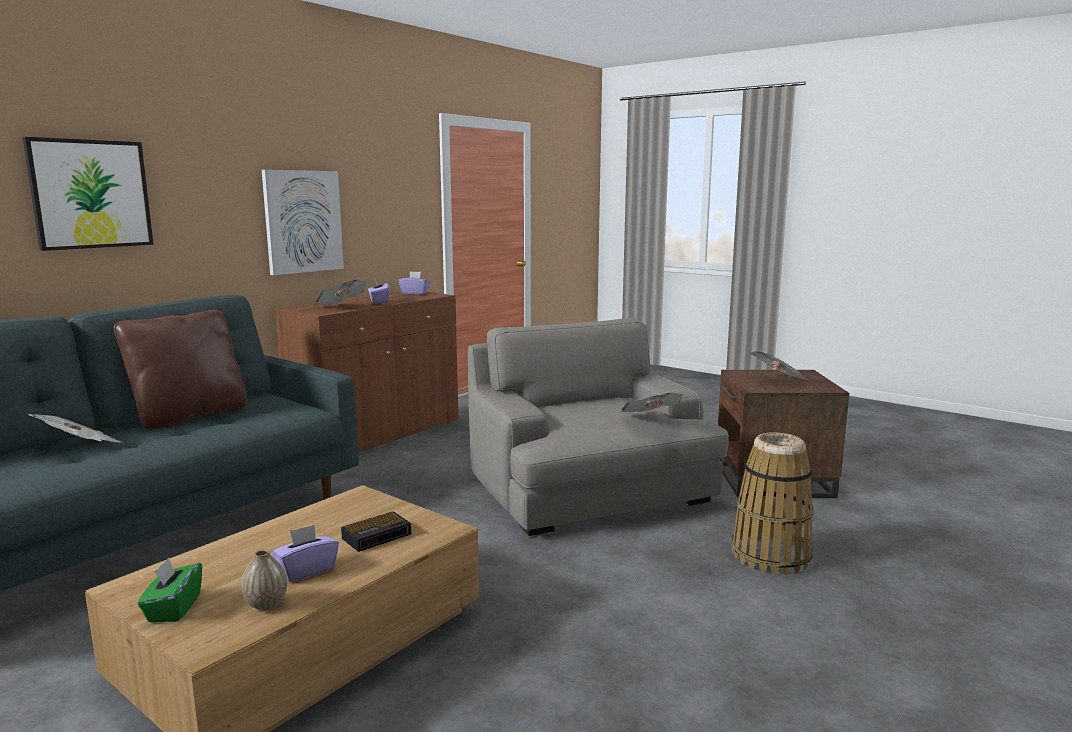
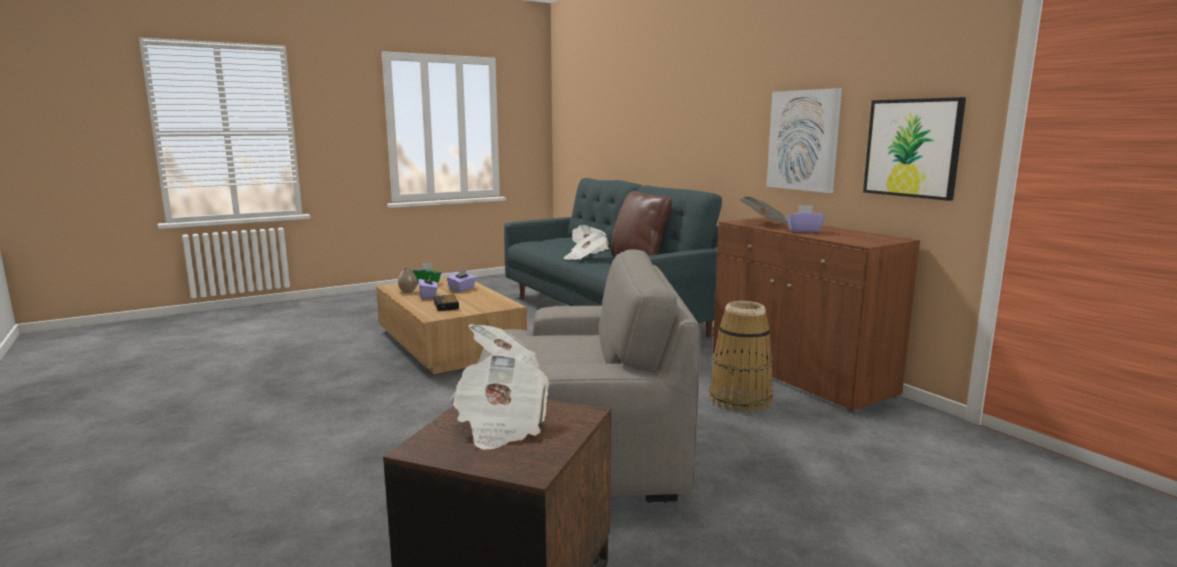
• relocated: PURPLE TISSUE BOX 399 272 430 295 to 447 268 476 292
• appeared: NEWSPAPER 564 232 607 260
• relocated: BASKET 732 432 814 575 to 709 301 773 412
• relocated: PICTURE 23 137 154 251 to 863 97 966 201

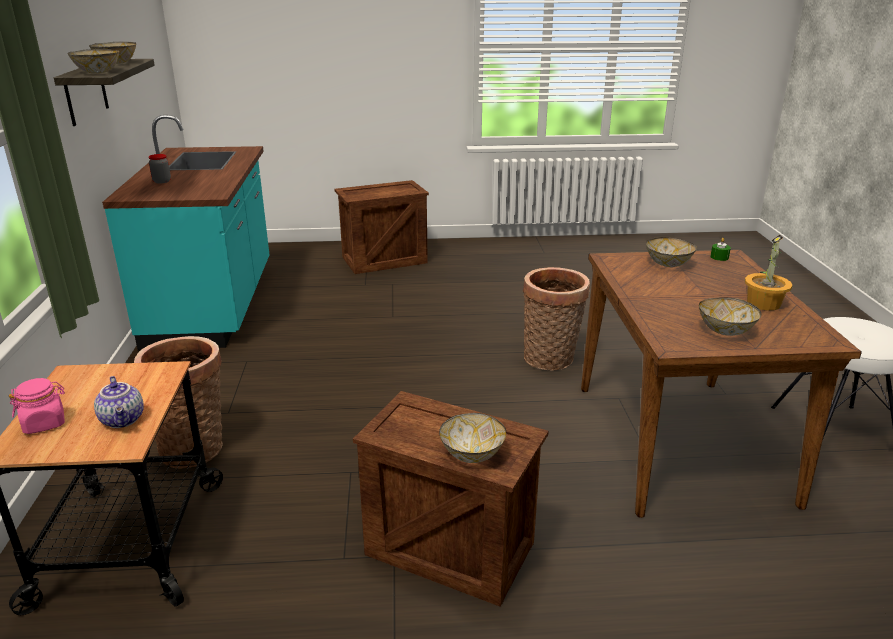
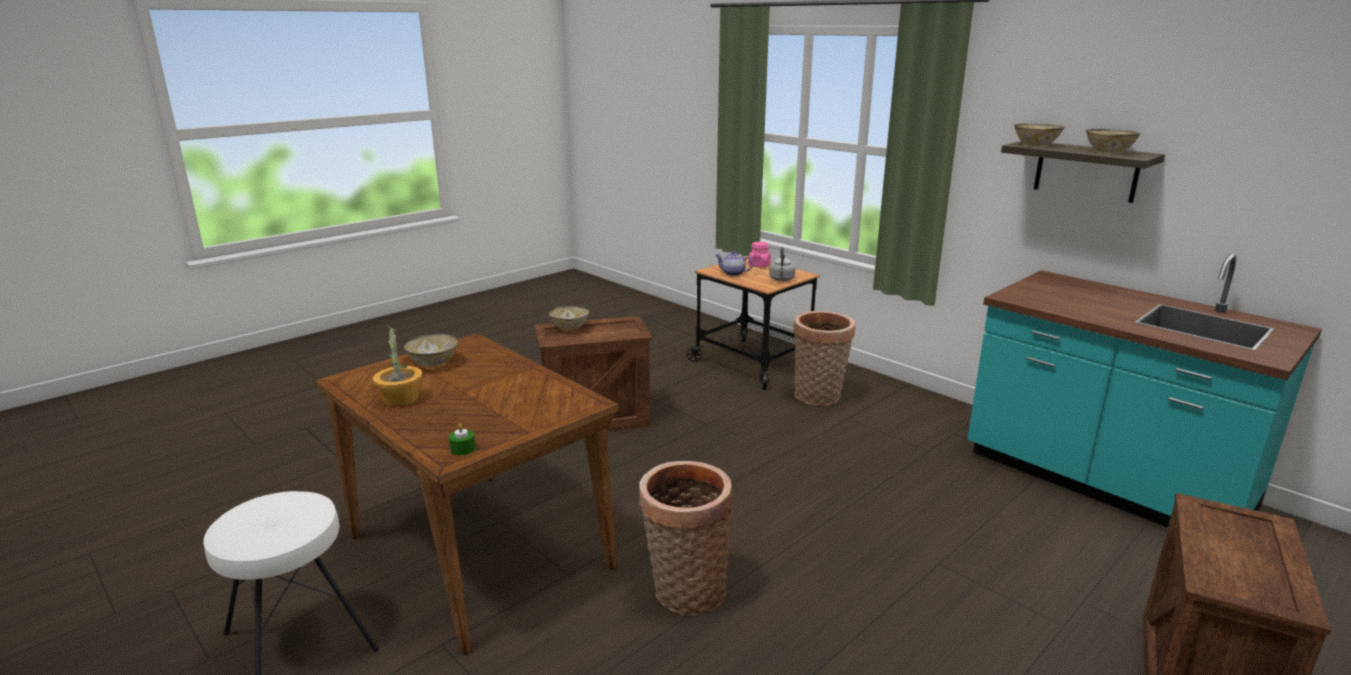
• appeared: GREY KETTLE 769 247 796 281
• missing: JAR 148 154 171 184
• missing: BOWL 646 237 697 267

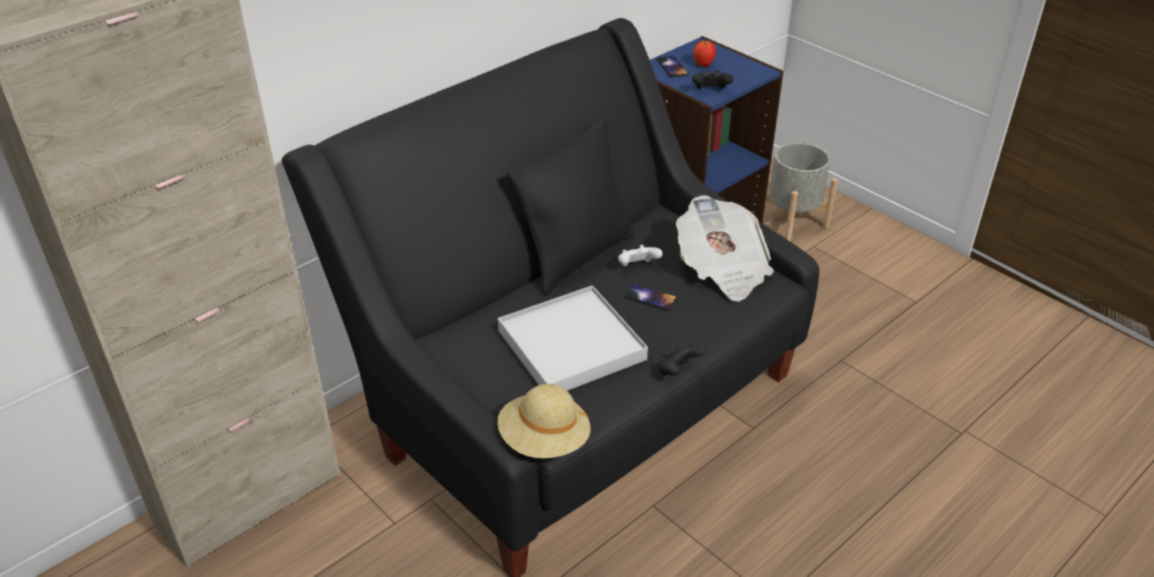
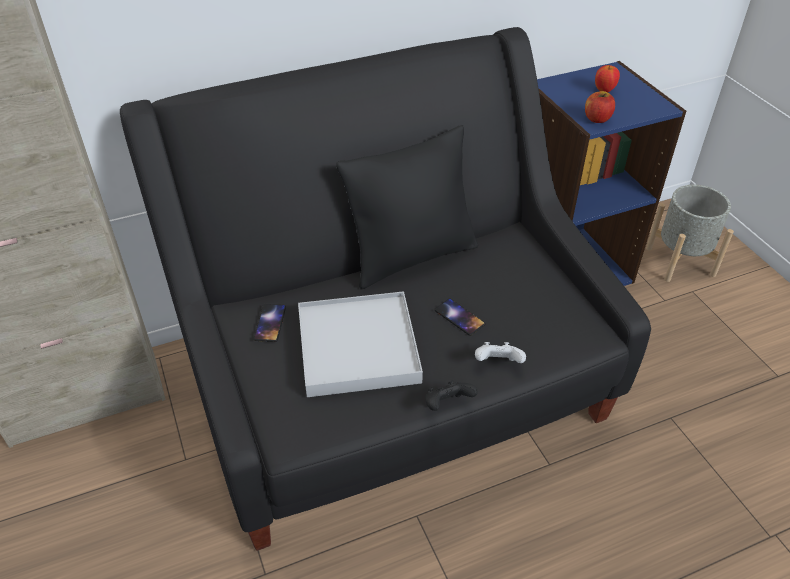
• relocated: PHONE 657 56 688 78 to 253 304 286 342
• relocated: WHITE GAME CONTROLLER 618 245 662 266 to 475 342 526 363
• exchanged: BLACK GAME CONTROLLER 692 70 734 89 to APPLE 585 91 615 123
• missing: BEIGE HAT 497 384 590 458
• missing: NEWSPAPER 676 195 774 302

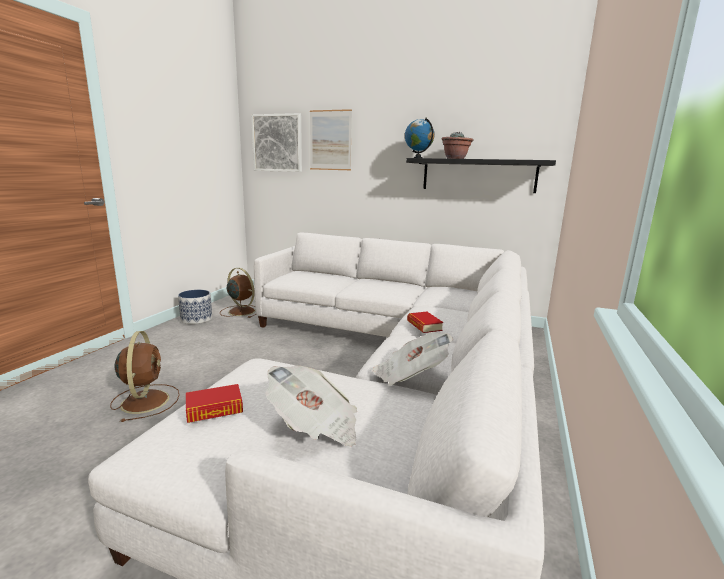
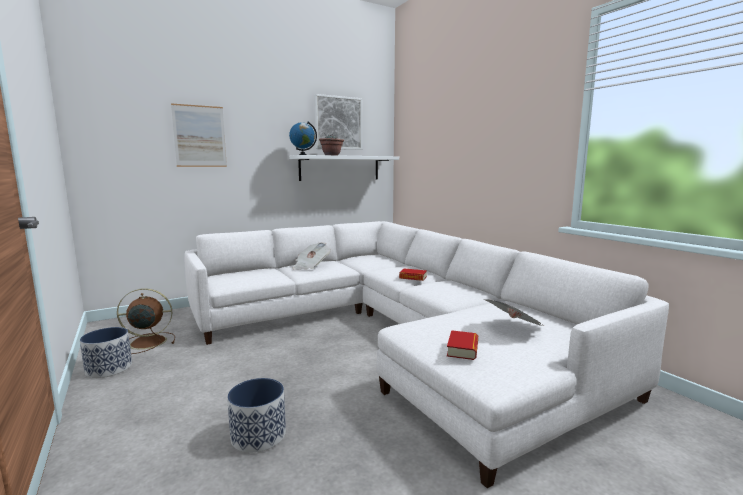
• exchanged: BROWN FAN 110 331 180 422 to PLANTER 227 378 286 453
• colour: BLACK SHELF 406 158 556 193 to WHITE SHELF 289 155 399 181
• relocated: NEWSPAPER 372 332 453 386 to 293 242 331 270
• relocated: PICTURE 251 113 302 172 to 314 94 362 150

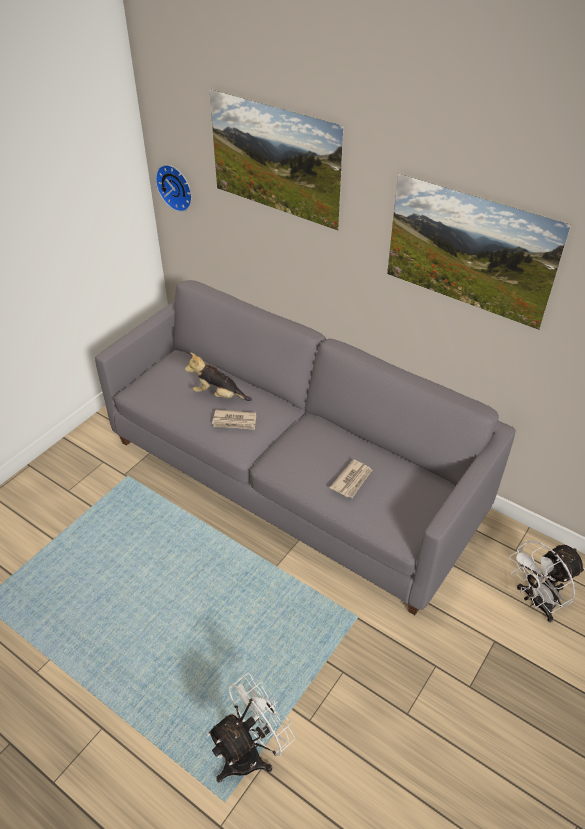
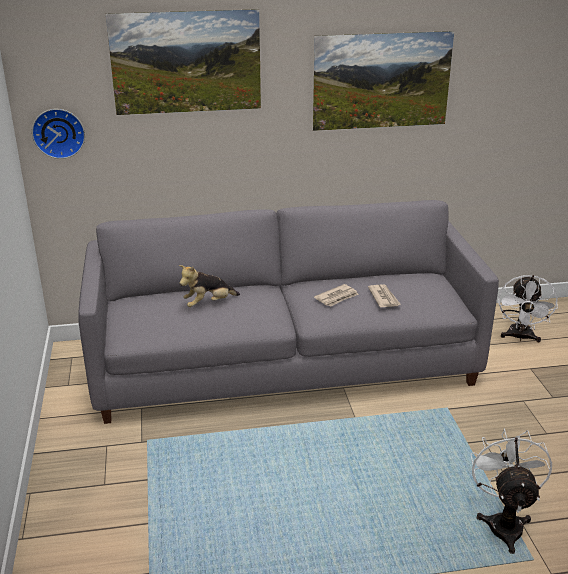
• relocated: NEWSPAPER 212 409 256 430 to 314 284 359 307

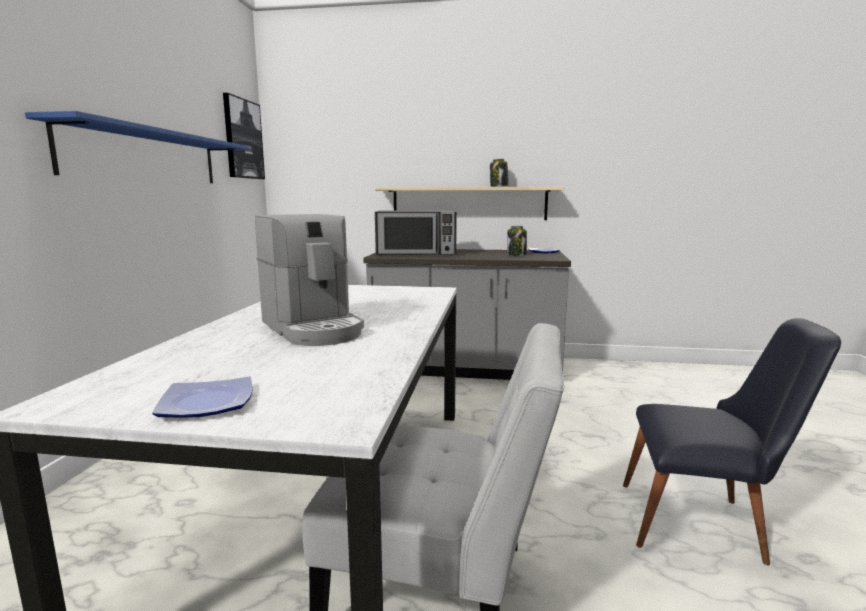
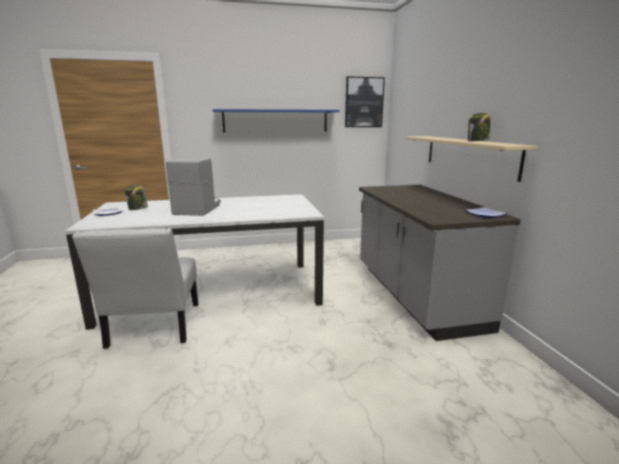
• relocated: JAR 507 226 527 256 to 125 185 148 210
• spun: COFFEE MACHINE 255 214 364 346 = 166 158 221 216 150 degrees clockwise
• missing: MICROWAVE 375 210 457 256
• missing: BLACK CHAIR 623 318 841 565

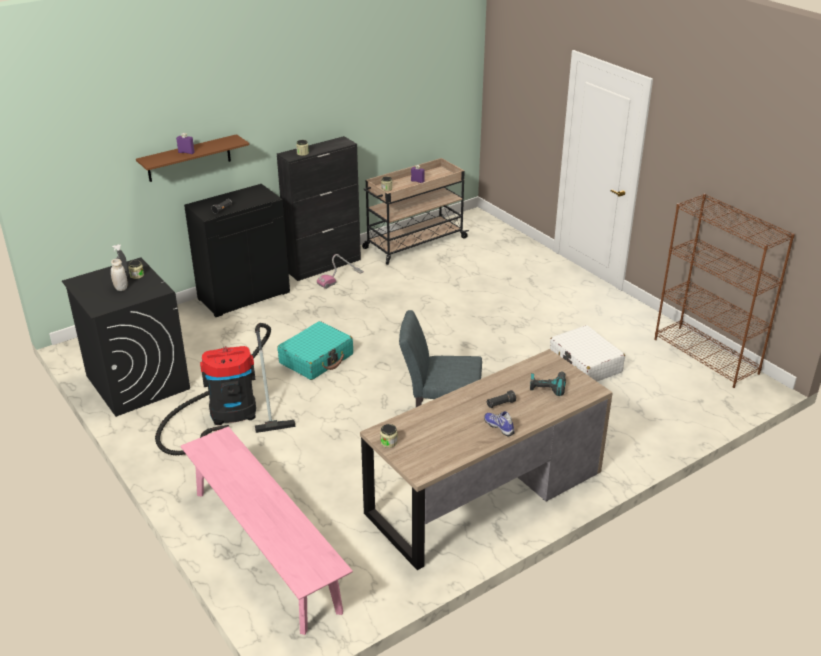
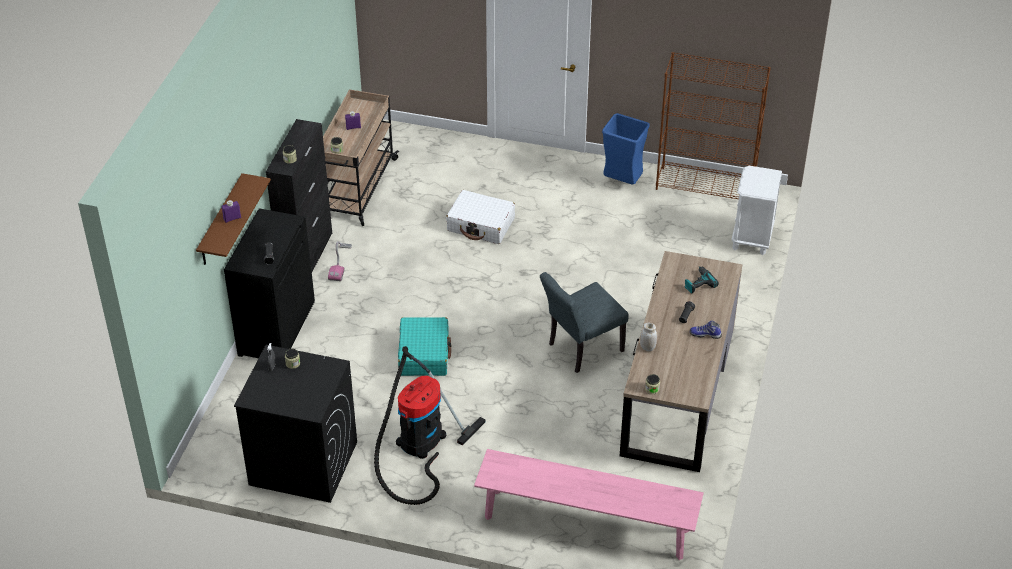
• relocated: WHITE SUITCASE 550 325 625 381 to 446 190 515 244
• appeared: BLUE TRASH CAN 602 113 650 184
• relocated: WHITE JAR 111 259 128 291 to 640 323 657 351
• appeared: WHITE NIGHTSTAND 731 166 782 255

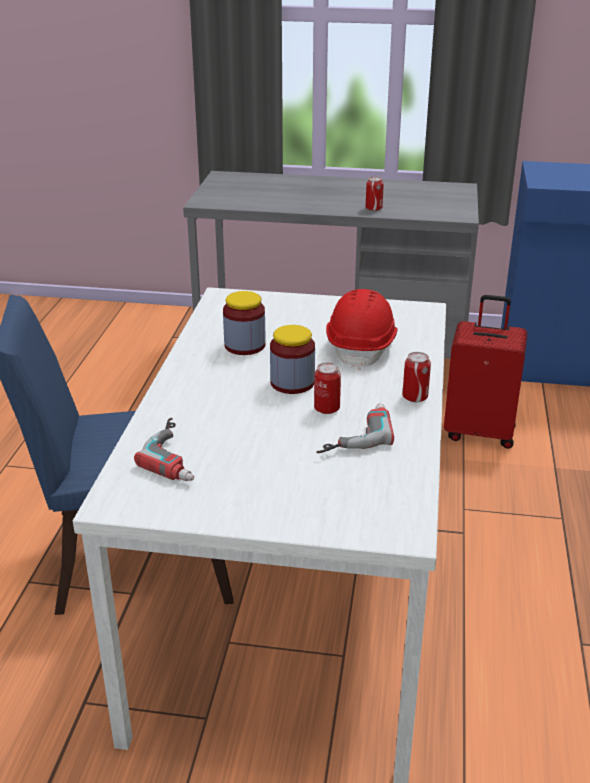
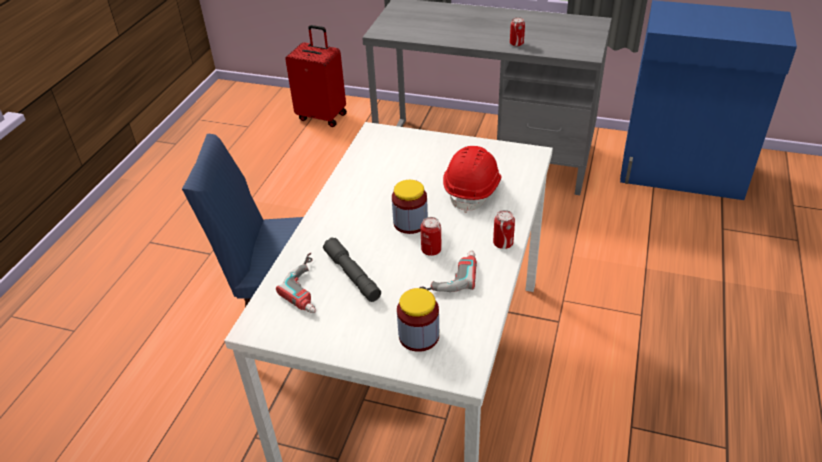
• relocated: RED SUITCASE 444 295 527 449 to 285 25 347 127
• appeared: GREY FLASHLIGHT 323 237 381 302
• relocated: JAR 223 291 266 355 to 397 288 439 352

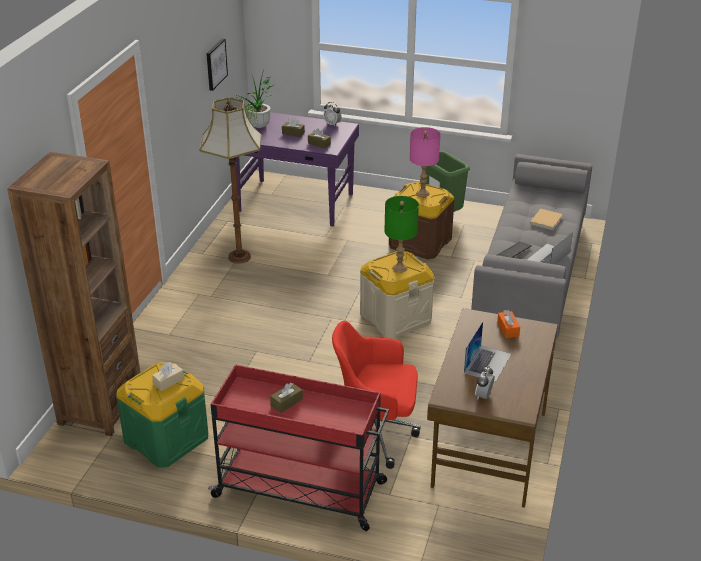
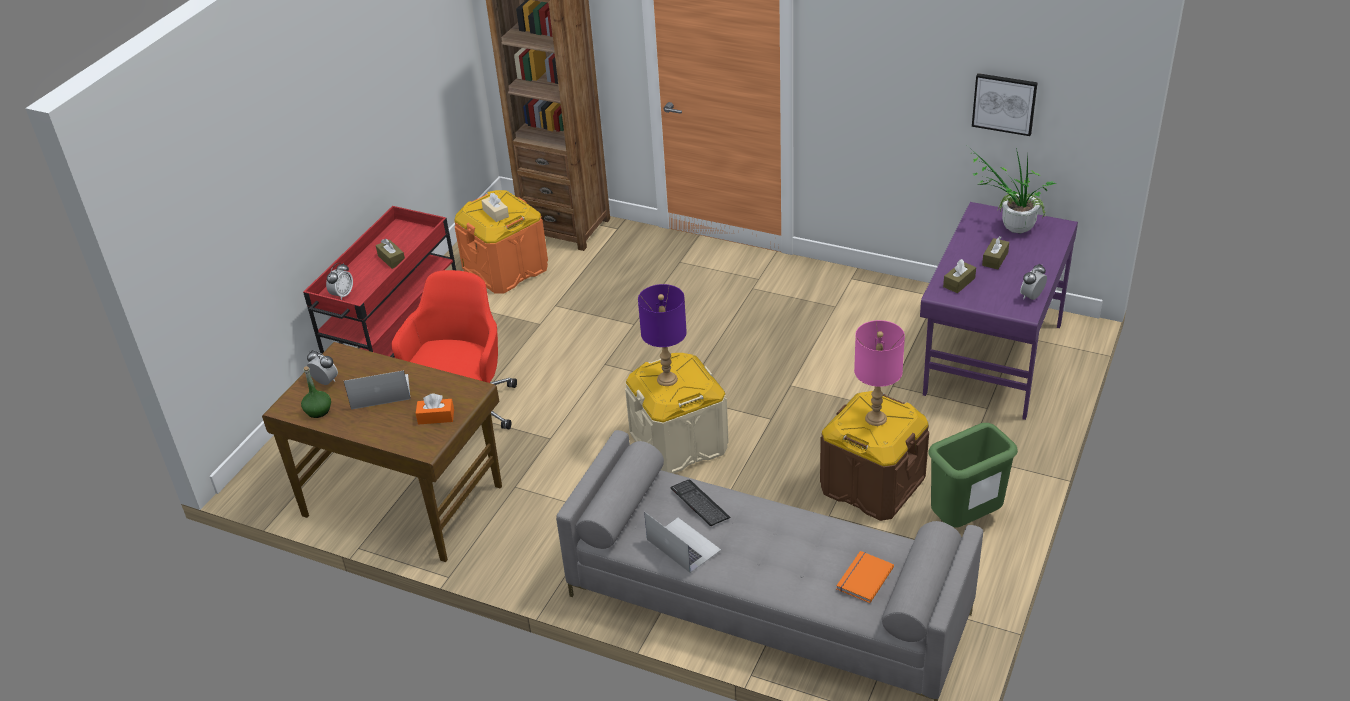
• appeared: GREEN BOTTLE 301 366 331 418
• appeared: ALARM CLOCK 326 263 353 300
• spun: LAPTOP 464 322 511 382 = 344 370 410 410 135 degrees clockwise
• colour: GREEN STORAGE BOX 116 362 208 467 to ORANGE STORAGE BOX 454 190 548 294
• colour: GREEN TABLE LAMP 384 196 419 273 to PURPLE TABLE LAMP 638 284 687 386
• appeared: ORANGE BOOK 836 551 894 603
• missing: FLOOR LAMP 199 97 262 264
• missing: BEIGE BOOK 530 209 563 230

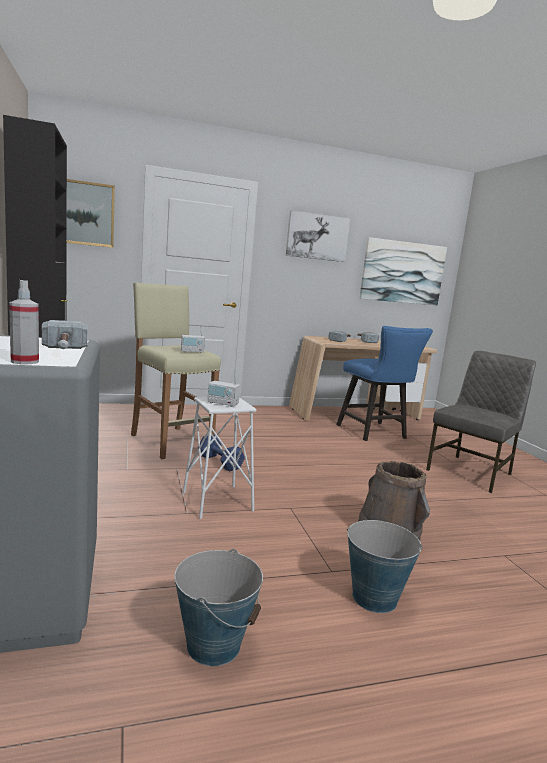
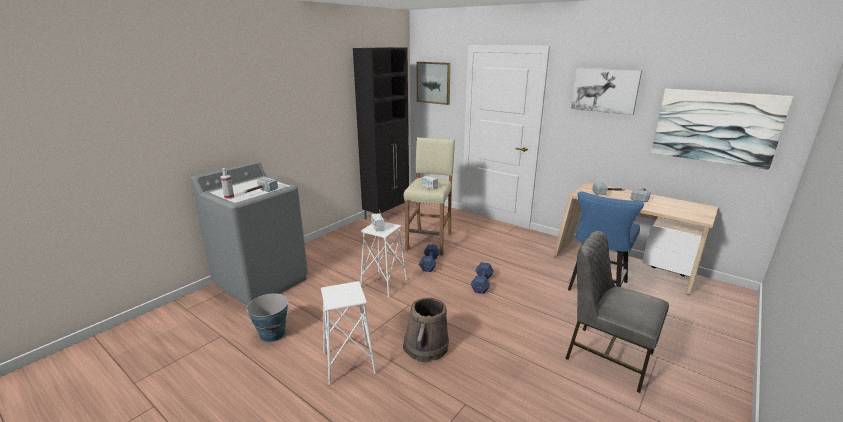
• exchanged: BUCKET 347 520 423 613 to WHITE STOOL 321 281 376 385
• appeared: BLUE DUMBBELL 471 262 494 294
• spun: GREY CHAIR 426 351 536 493 = 565 231 669 393 150 degrees counterclockwise

